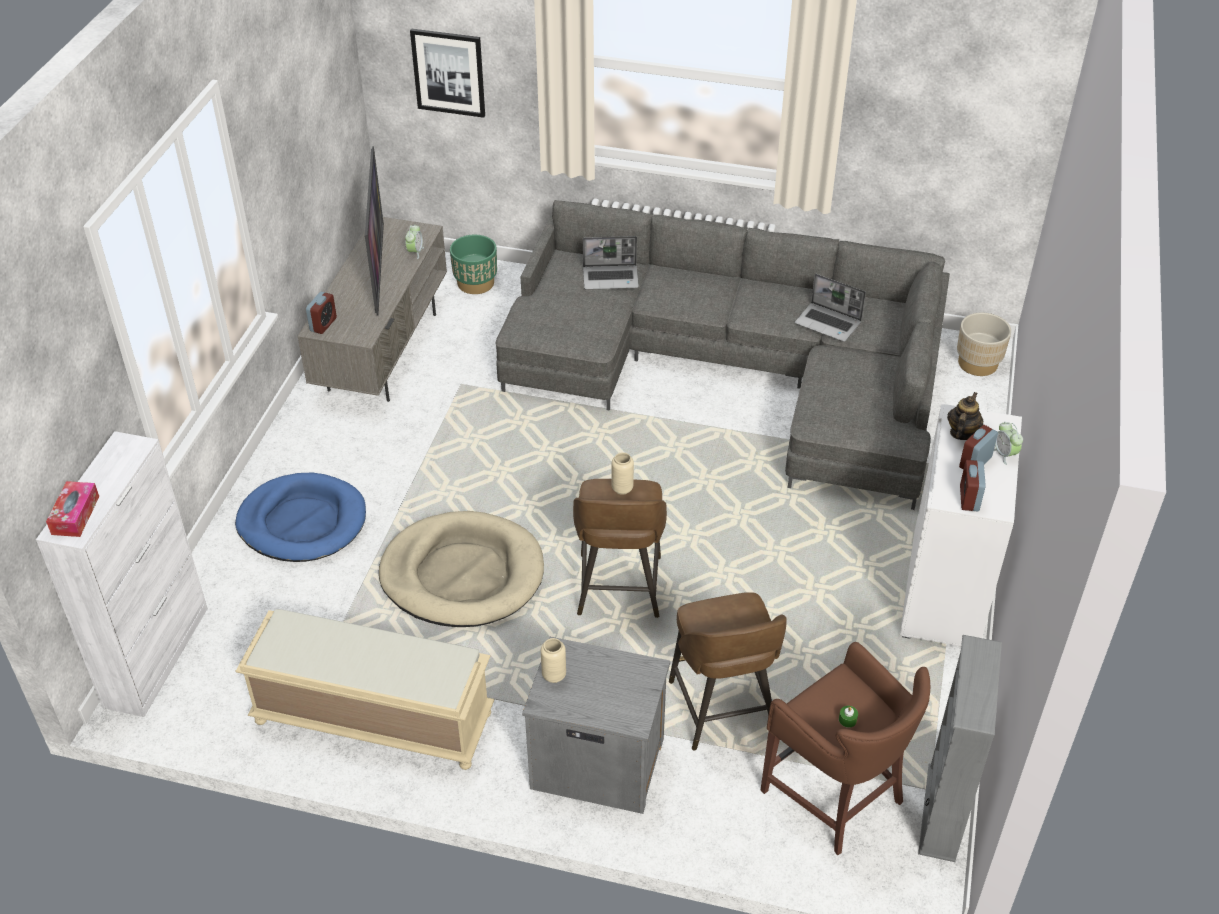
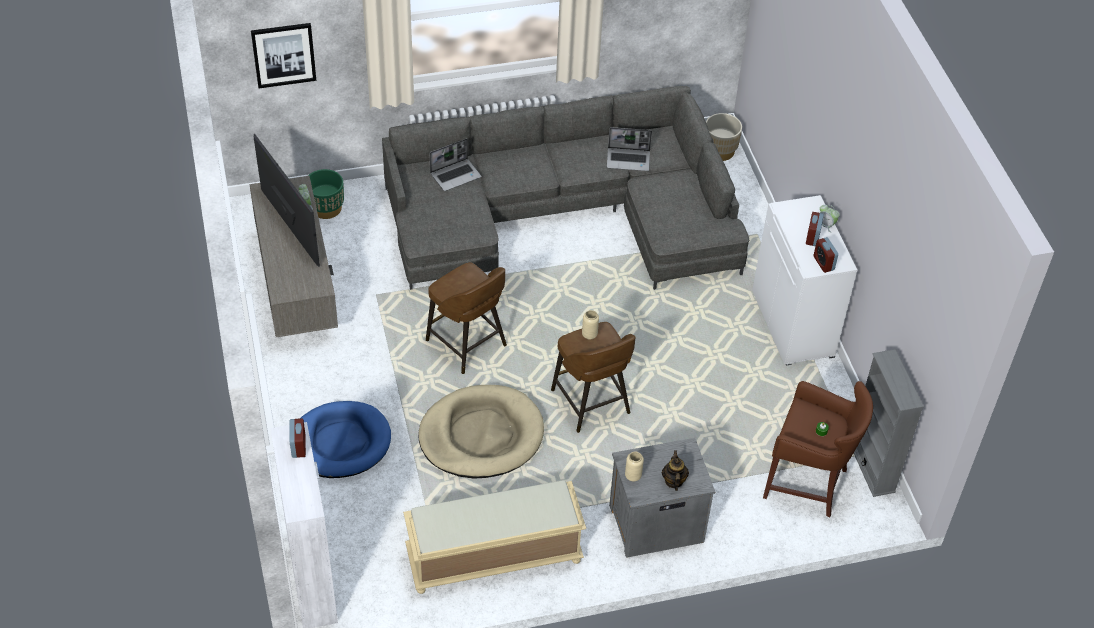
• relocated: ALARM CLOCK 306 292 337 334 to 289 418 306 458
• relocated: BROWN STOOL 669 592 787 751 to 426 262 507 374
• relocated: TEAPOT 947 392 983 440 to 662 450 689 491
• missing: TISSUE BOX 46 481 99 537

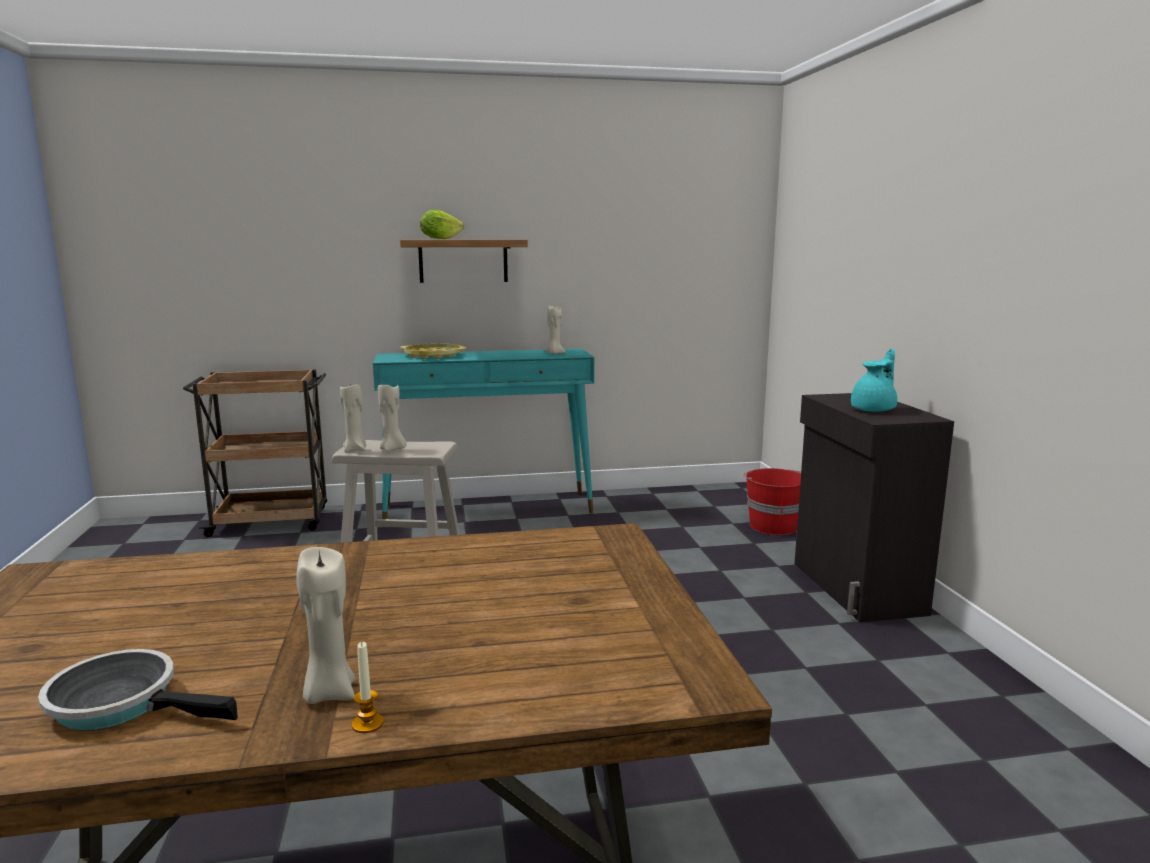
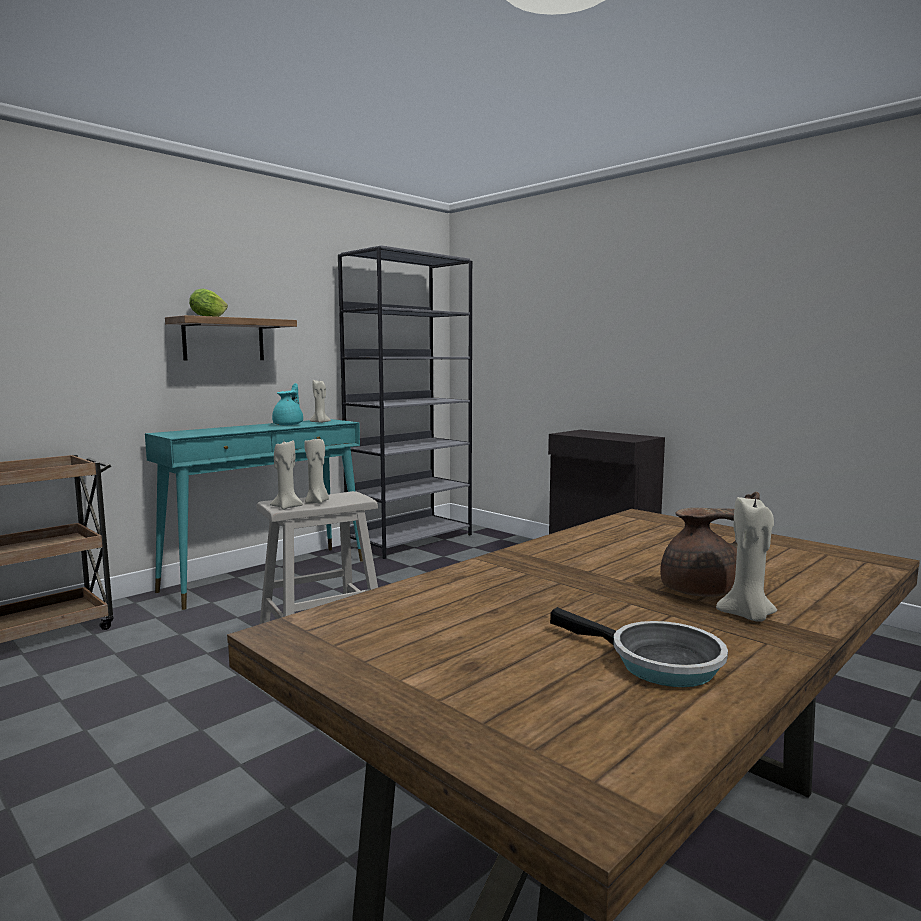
• relocated: TURQUOISE TEAPOT 851 348 897 412 to 272 383 303 425
• appeared: GREY BOOKCASE 338 245 472 559
• spun: FRYING PAN 38 649 238 731 = 550 607 728 687 120 degrees counterclockwise
• appeared: BROWN TEAPOT 660 492 760 597
• missing: CANDLE 352 642 384 733
• missing: YELLOW TRAY 400 343 467 359
• missing: RED BUCKET 743 468 801 535

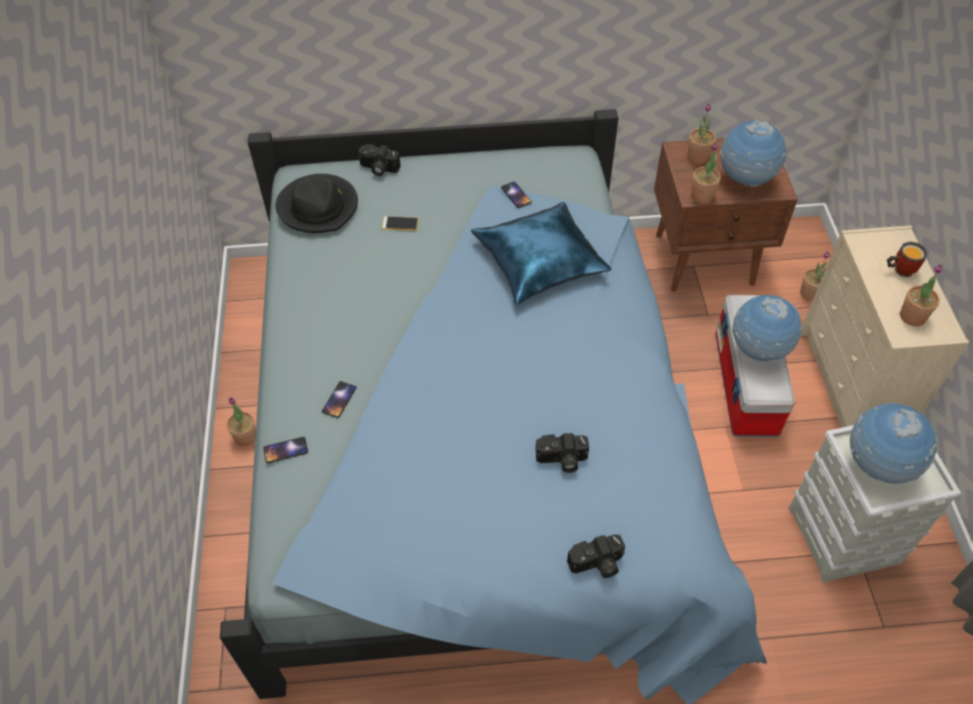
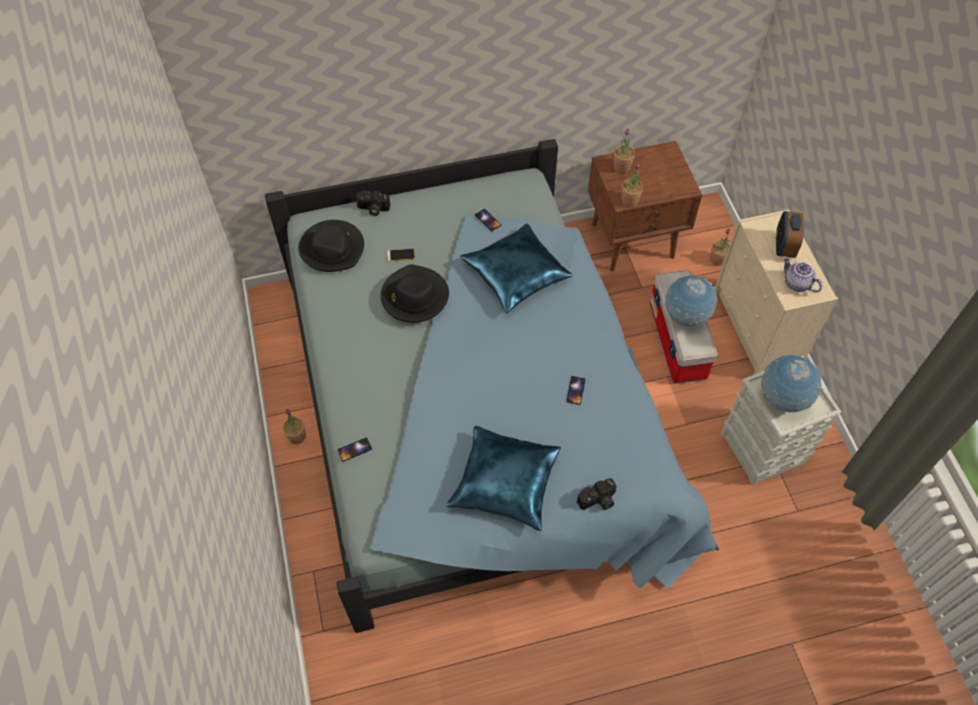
• appeared: BLACK HAT 381 264 449 323
• appeared: BLUE PILLOW 446 426 561 531
• relocated: PHONE 322 381 357 418 to 566 376 586 405
• exchanged: MUG 887 241 928 277 to ALARM CLOCK 776 211 804 258
• exchanged: POTTED PLANT 900 264 943 326 to TEAPOT 783 256 822 292
• missing: PHOTO CAMERA 535 433 589 473
• missing: GLOBE 720 120 786 187

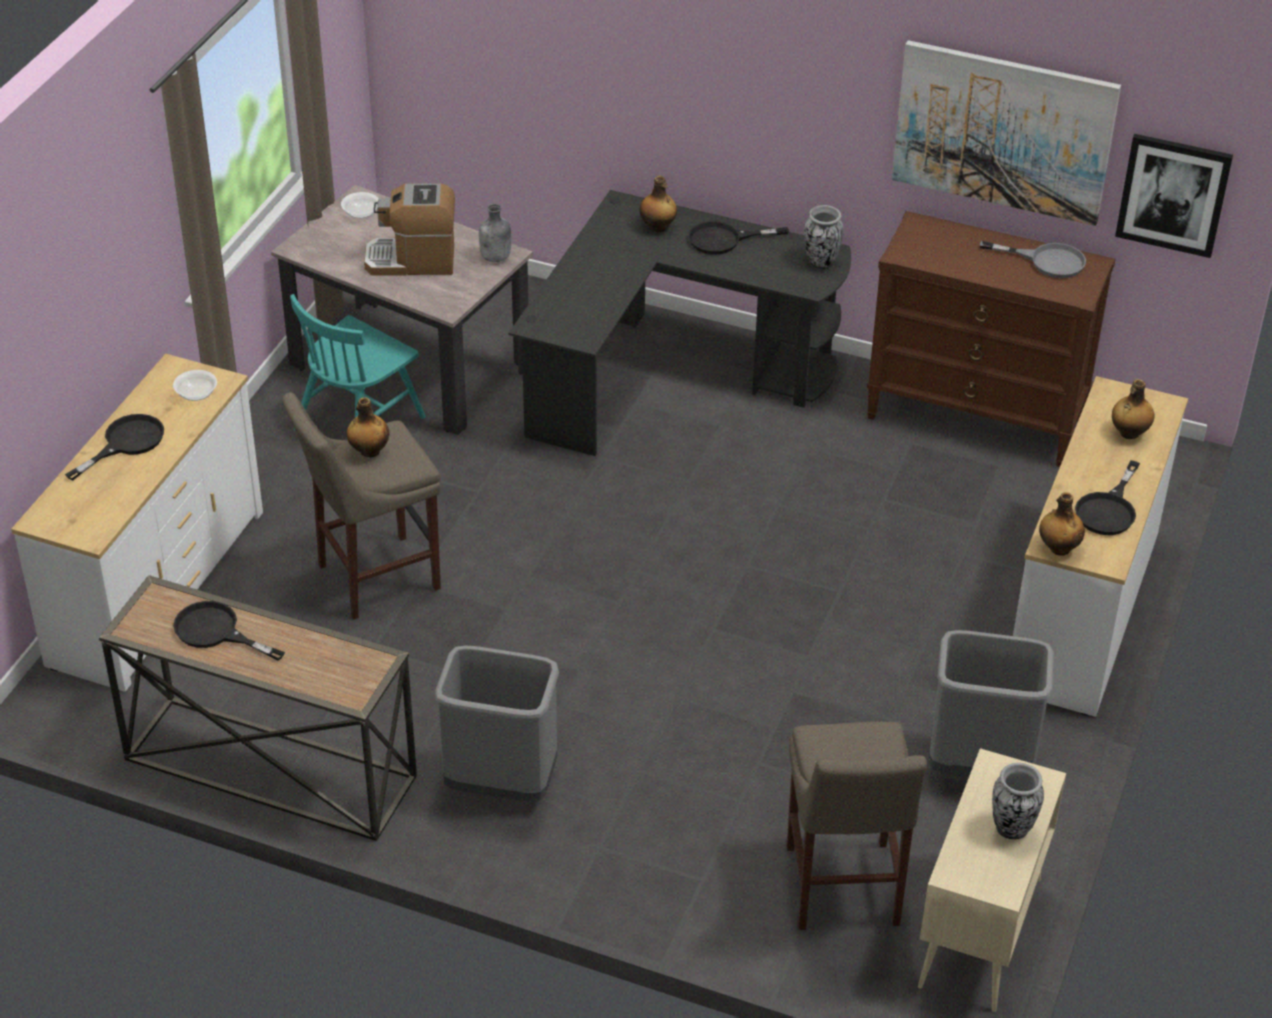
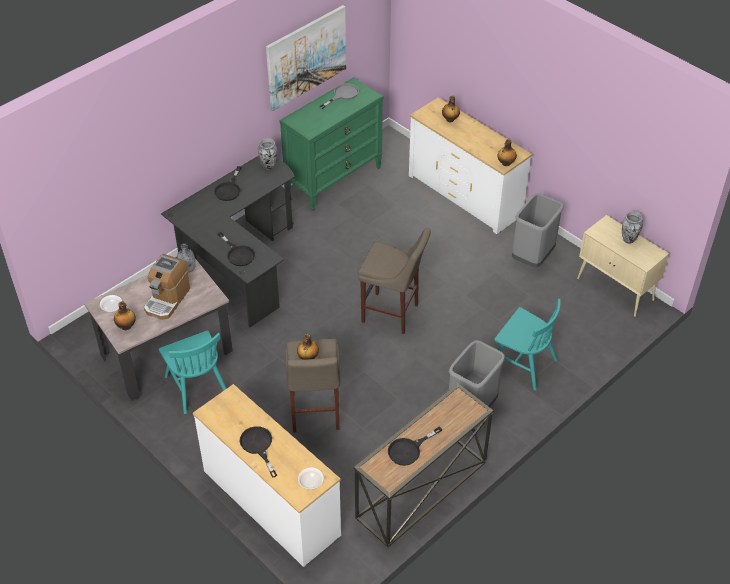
• relocated: BOTTLE 640 176 677 233 to 114 301 136 330
• relocated: BLACK FRYING PAN 1075 460 1140 535 to 218 232 255 266
• colour: BROWN DRESSER 867 211 1115 467 to GREEN DRESSER 280 77 384 211
• relocated: BOWL 173 370 217 401 to 298 467 324 490
• relocated: BEIGE STOOL 787 722 927 930 to 358 228 431 334
• appeared: TURQUOISE CHAIR 494 299 561 390
• missing: PICTURE 1115 134 1233 258

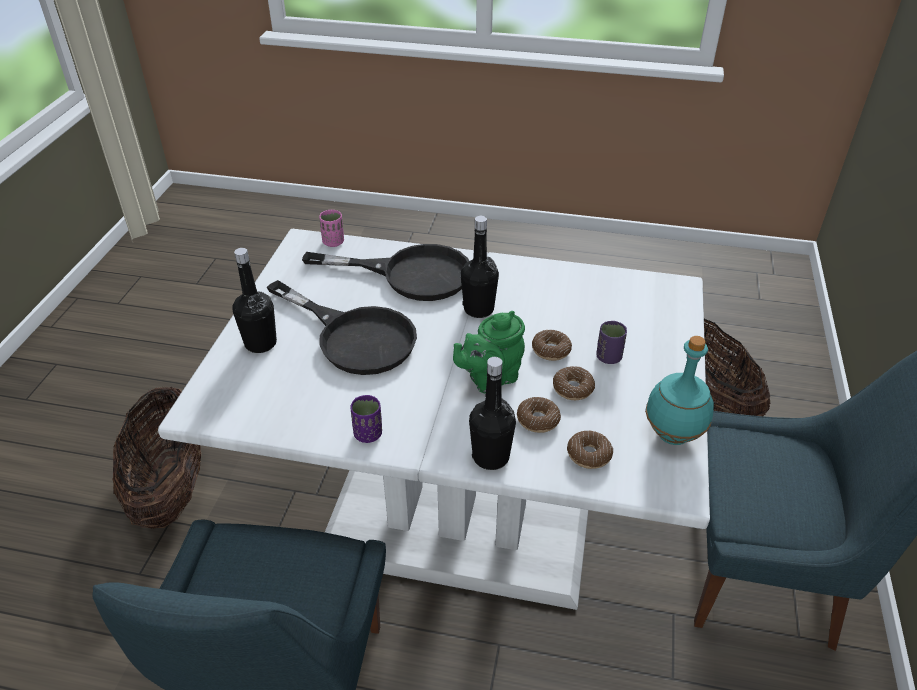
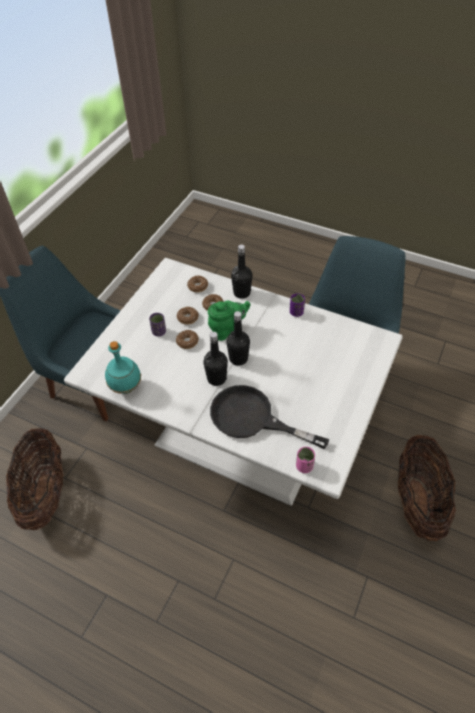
• relocated: TURQUOISE BOTTLE 645 336 714 445 to 105 341 141 394
• relocated: BLACK BOTTLE 232 248 277 353 to 226 311 250 366
• missing: BLACK FRYING PAN 267 280 417 375

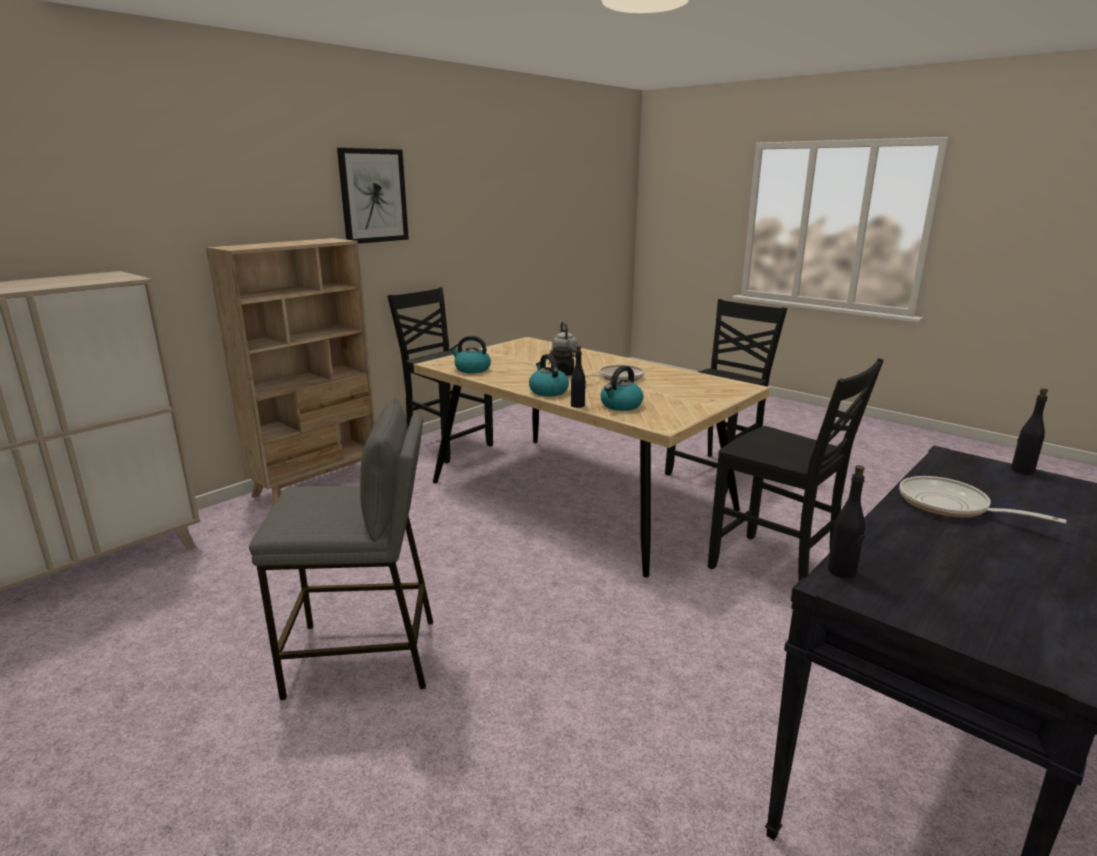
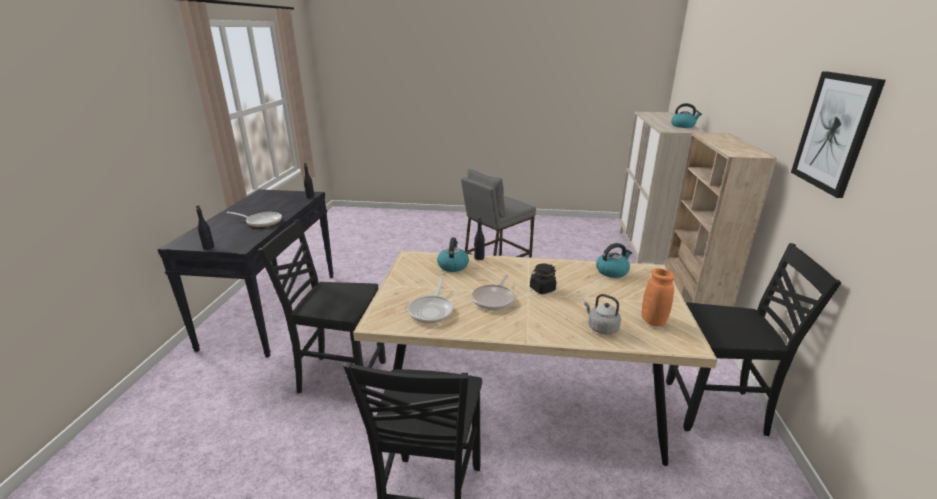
• appeared: FRYING PAN 408 277 453 323
• appeared: ORANGE VASE 641 268 675 326
• relocated: KETTLE 529 354 569 396 to 671 103 702 128

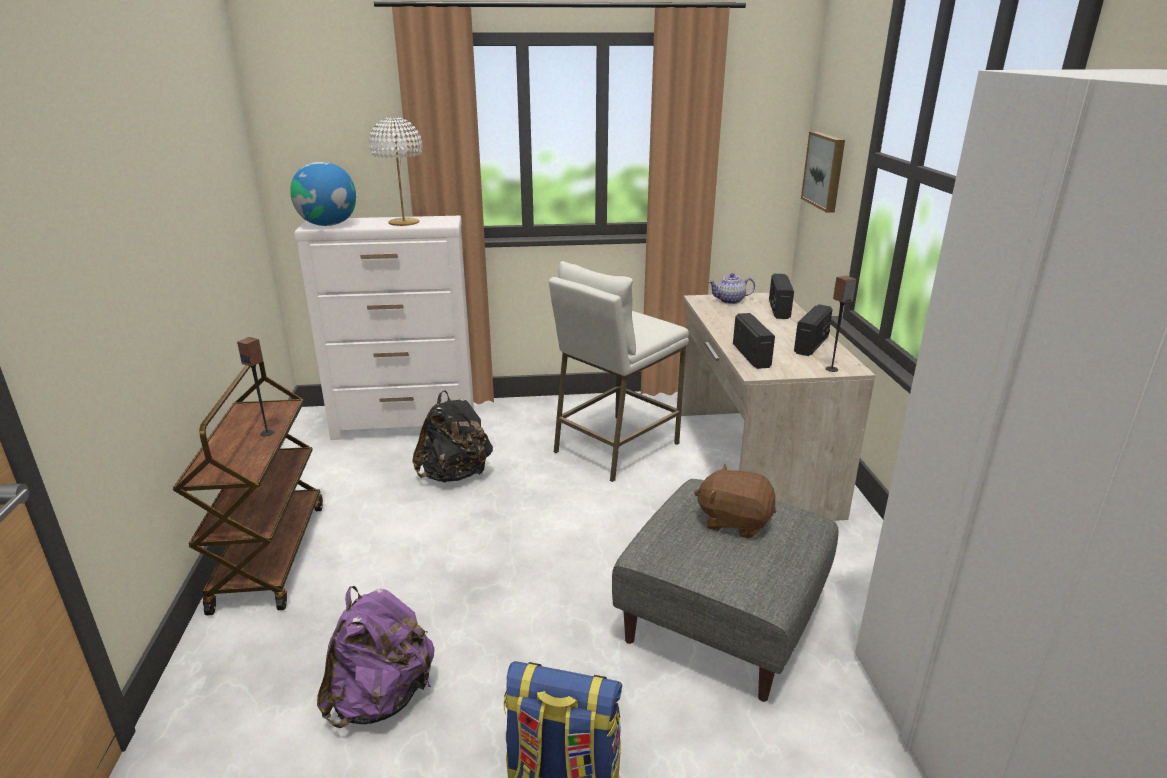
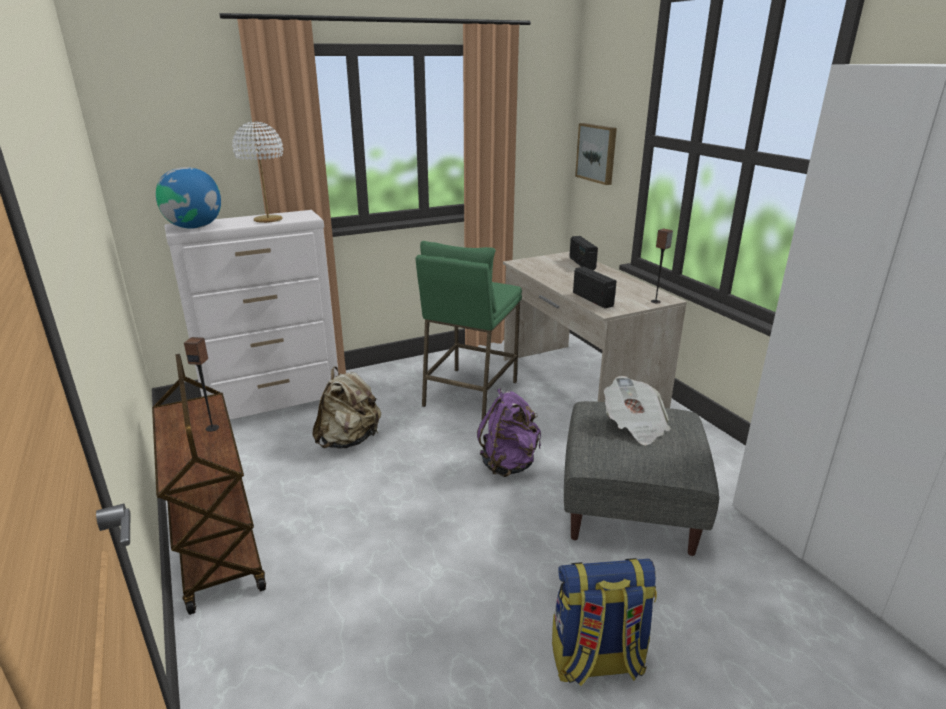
• colour: BLACK BACKPACK 412 390 493 482 to BEIGE BACKPACK 312 366 381 449
• colour: WHITE STOOL 549 261 689 482 to GREEN STOOL 416 241 522 420
• relocated: PURPLE BACKPACK 317 586 434 728 to 477 388 541 477
• exchanged: BROWN PLUSH TOY 694 464 776 538 to NEWSPAPER 604 376 671 445
• missing: TEAPOT 708 273 755 304
• missing: RADIO 794 304 833 356

